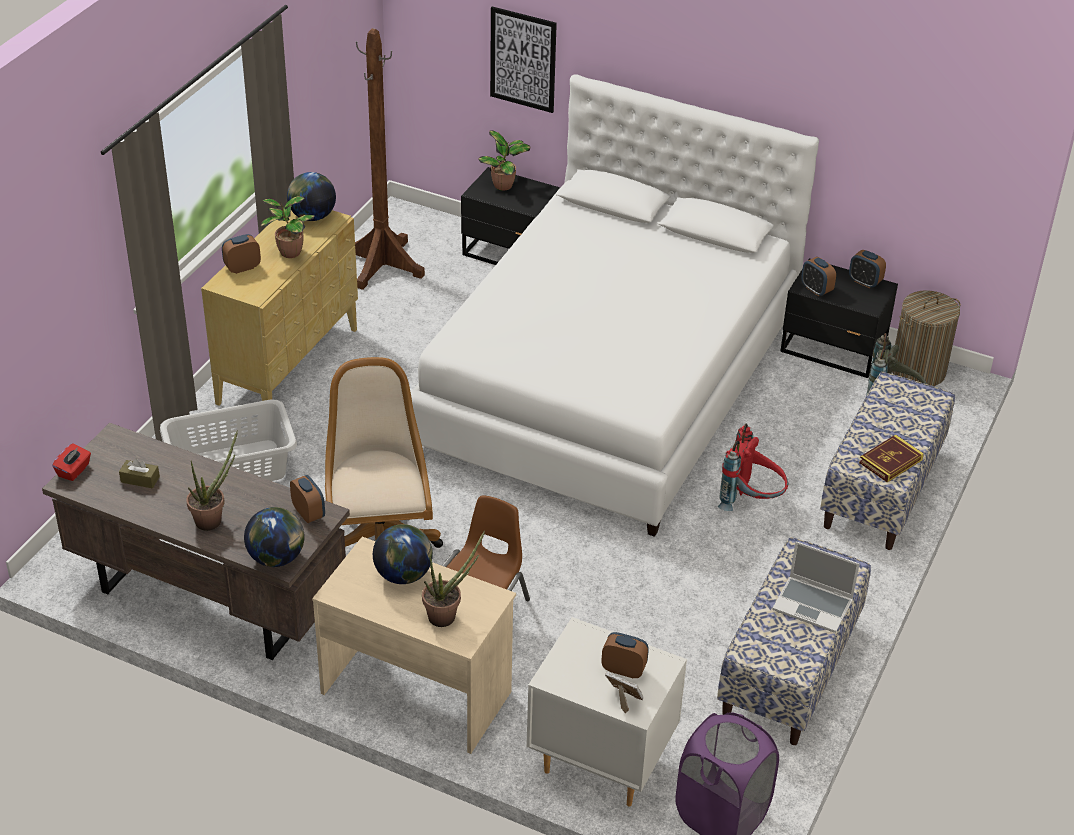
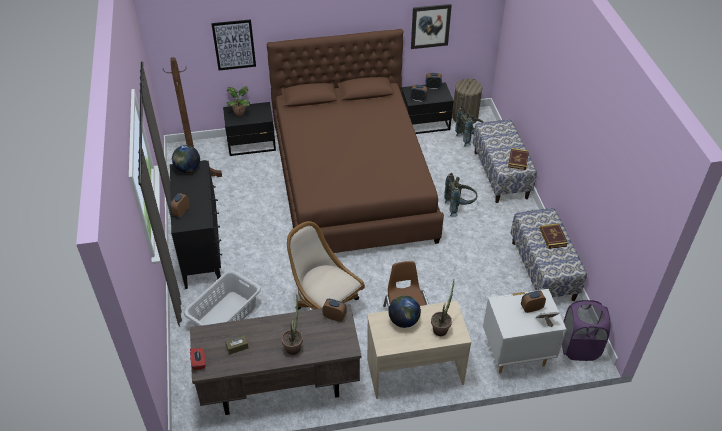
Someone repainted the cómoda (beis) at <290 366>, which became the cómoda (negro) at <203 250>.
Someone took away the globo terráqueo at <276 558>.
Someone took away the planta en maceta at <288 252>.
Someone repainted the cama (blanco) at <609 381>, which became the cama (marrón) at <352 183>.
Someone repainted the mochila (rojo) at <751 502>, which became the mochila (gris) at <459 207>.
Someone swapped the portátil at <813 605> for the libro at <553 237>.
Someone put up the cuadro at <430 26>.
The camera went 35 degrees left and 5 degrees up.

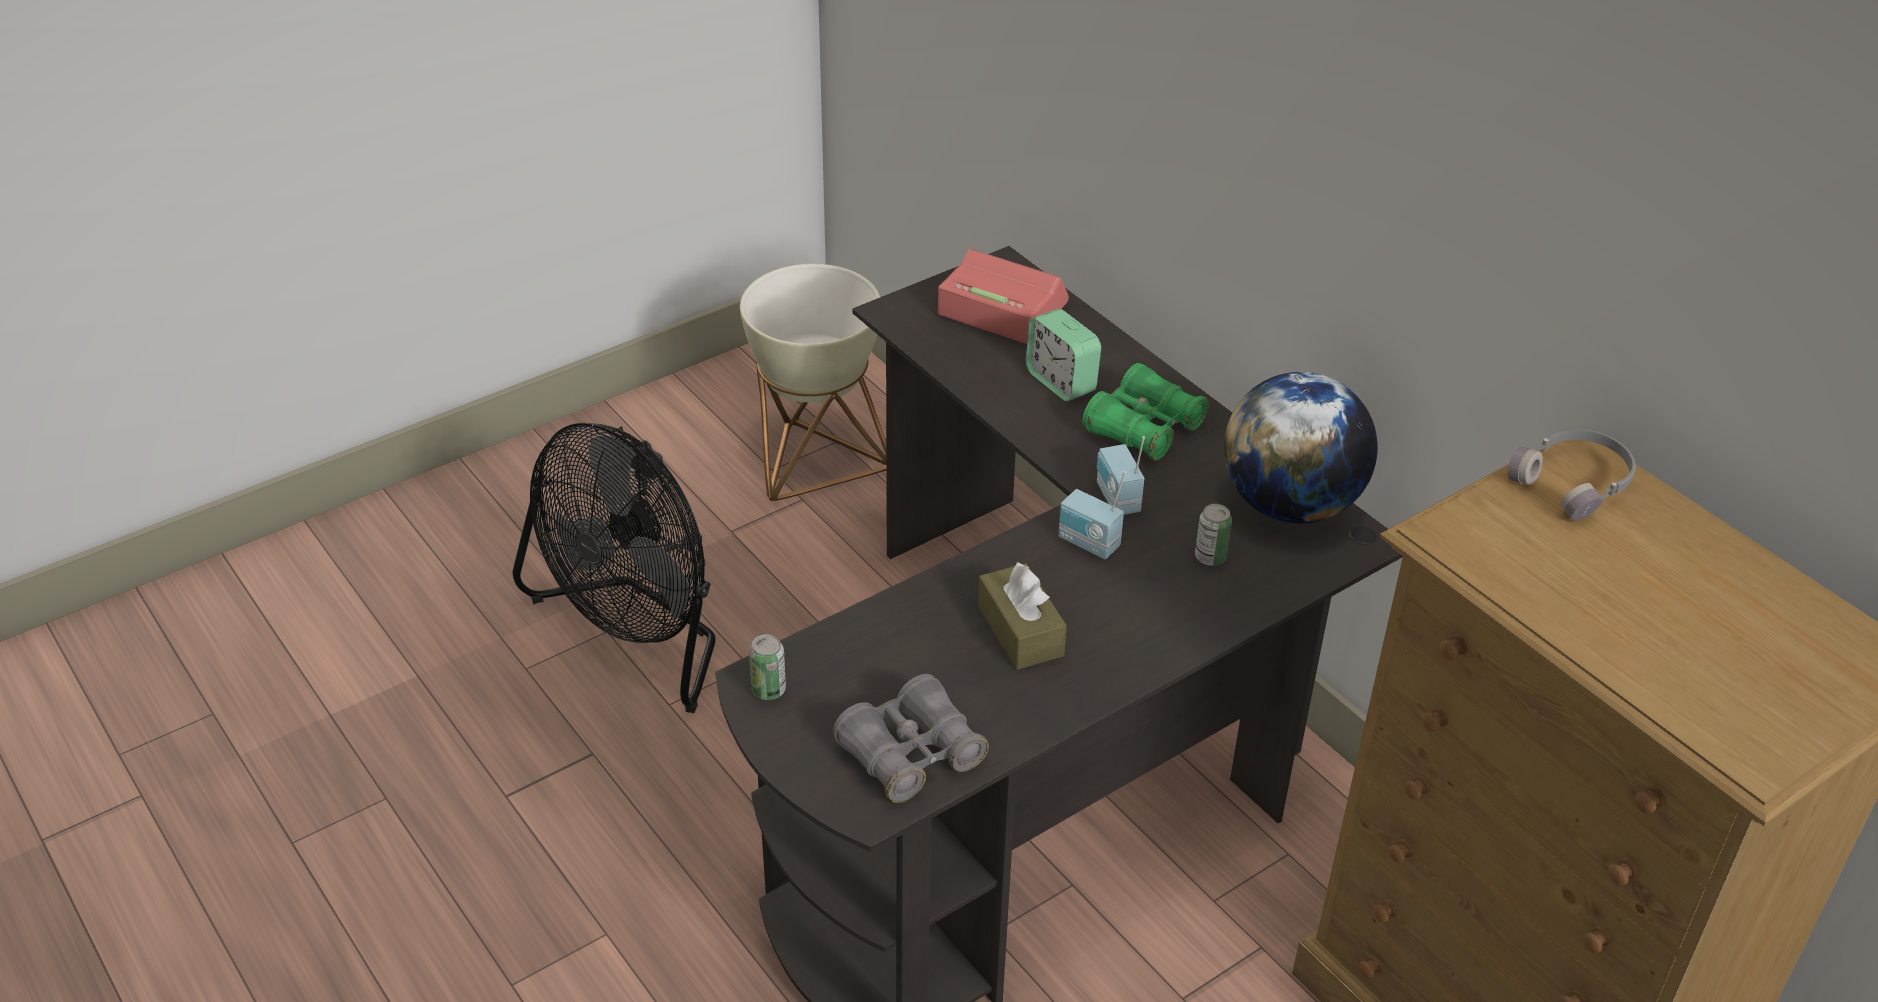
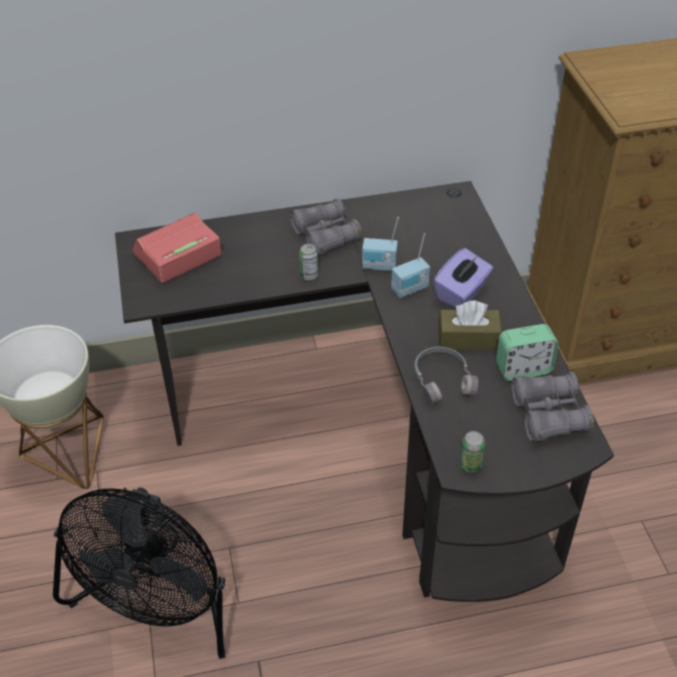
Someone rotated the ventilador (negro) at <641 624> by 45 degrees clockwise.
Someone carried the despertador from <1061 382> to <523 369>.
Someone repainted the prismáticos (verde) at <1143 428>, which became the prismáticos (gris) at <325 236>.
Someone carried the lata from <1210 557> to <309 275>.
Someone took away the globo terráqueo at <1290 505>.
Someone carried the auriculares (gris) from <1575 483> to <443 379>.
Someone put down the caja de pañuelos (morado) at <462 293>.
The camera went 65 degrees left and 5 degrees up.

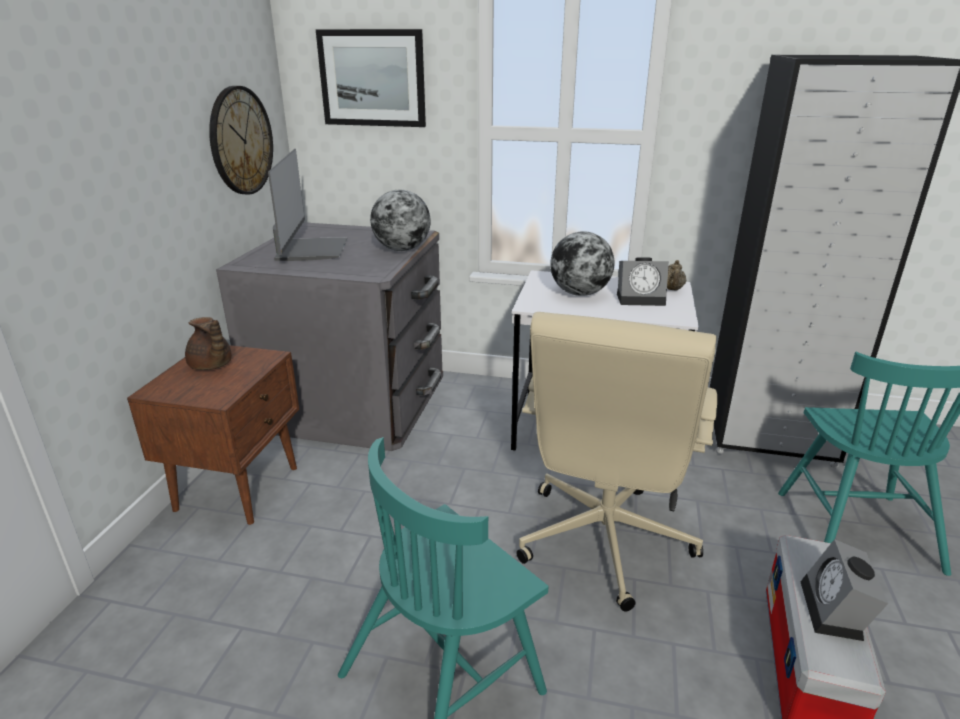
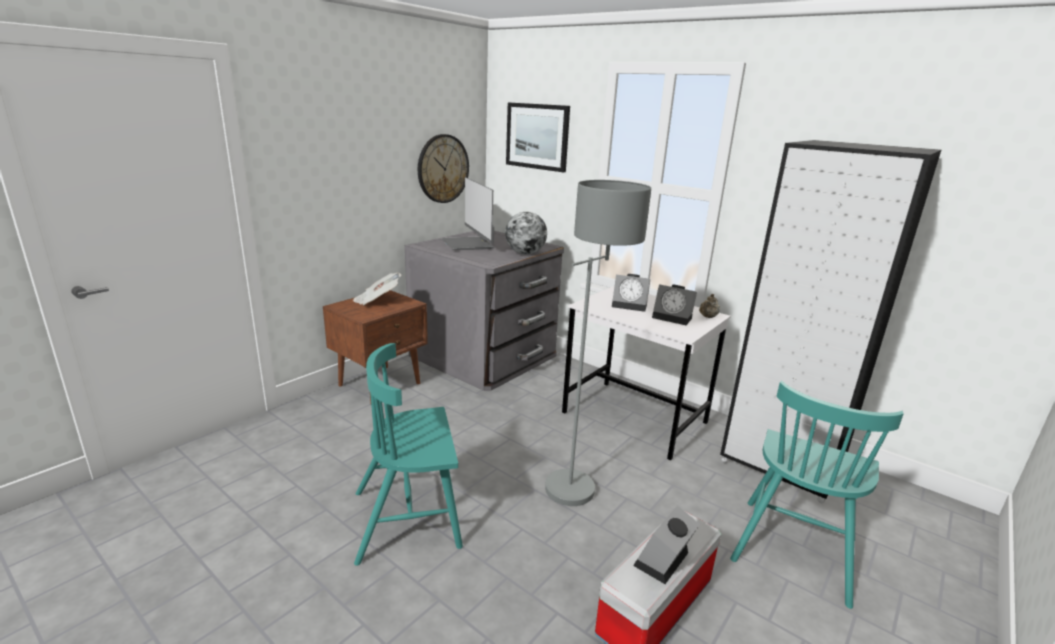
Someone swapped the tetera (marrón) at <211 366> for the periódico at <377 301>.
Someone rotated the monitor at <309 250> by 135 degrees clockwise.
Someone swapped the silla de oficina (beis) at <605 537> for the lámpara de pie (gris) at <579 483>.
Someone swapped the globo terráqueo at <579 293> for the despertador at <630 305>.
The camera went 25 degrees right and 5 degrees down.

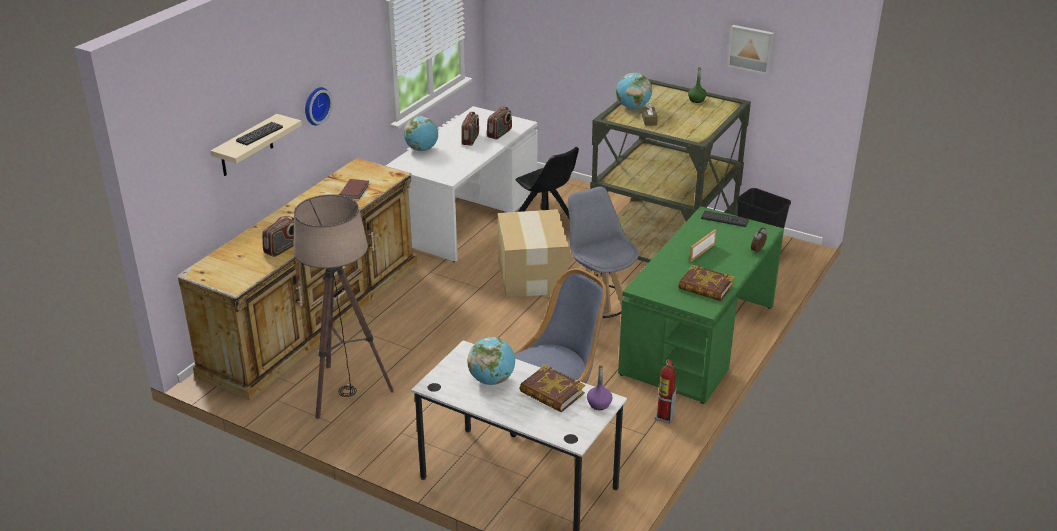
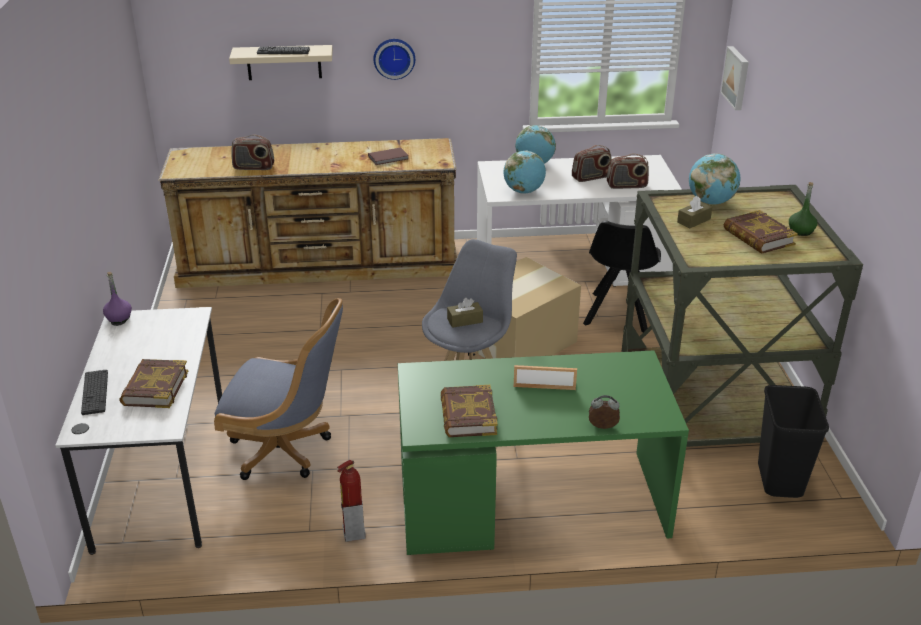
Someone took away the lámpara de pie at <346 391>.
Someone carried the globo terráqueo from <492 380> to <524 191>.
Someone carried the botella (morado) from <599 404> to <119 318>.
Someone carried the teclado from <724 219> to <95 392>.
Someone carried the cuadro from <751 48> to <737 77>.
Someone put down the caja de pañuelos (marrón) at <465 320>.
Someone put down the libro at <758 237>.
The camera went 55 degrees right and 0 degrees up.

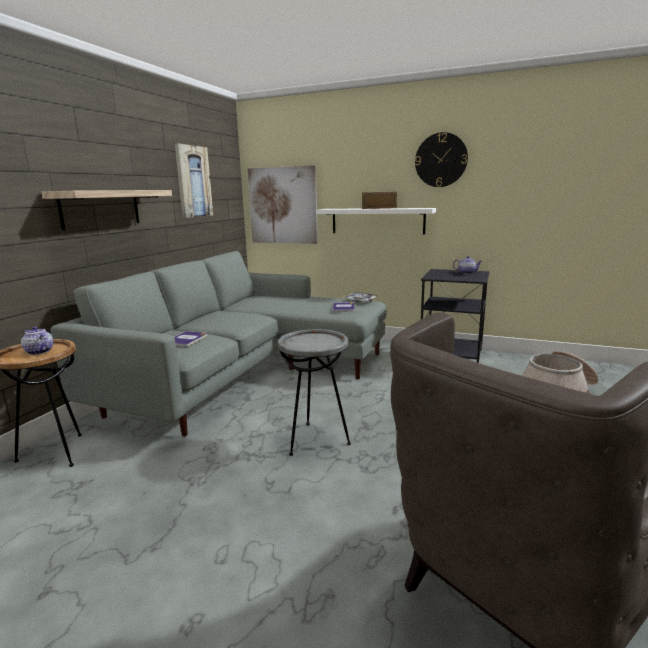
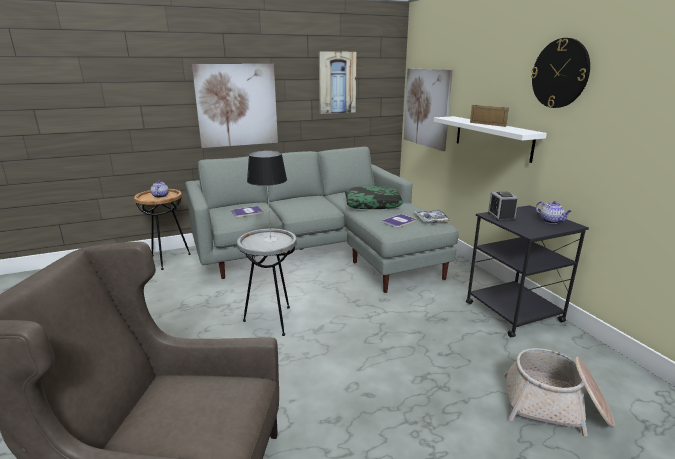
Someone swapped the estante at <101 208> for the cuadro at <237 105>.
Someone put down the lámpara de mesa at <270 239>.
Someone put down the cojín at <372 204>.
Someone put down the despertador at <501 216>.
The camera went 45 degrees right and 5 degrees up.

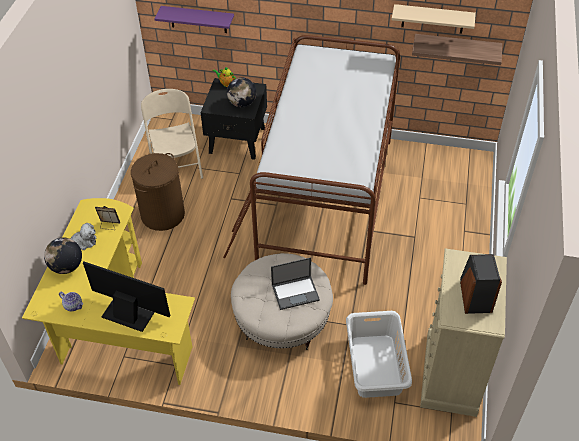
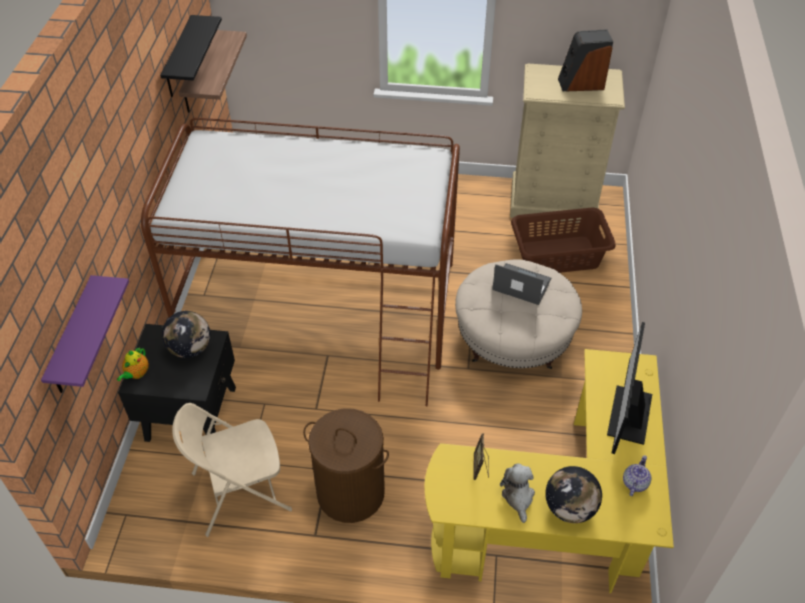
Someone rotated the portátil at <296 292> by 45 degrees counterclockwise.
Someone repainted the cesto de la ropa (blanco) at <375 366>, which became the cesto de la ropa (marrón) at <559 256>.
Someone repainted the estante (beis) at <433 19>, which became the estante (negro) at <179 58>.
The camera went 95 degrees left and 0 degrees up.

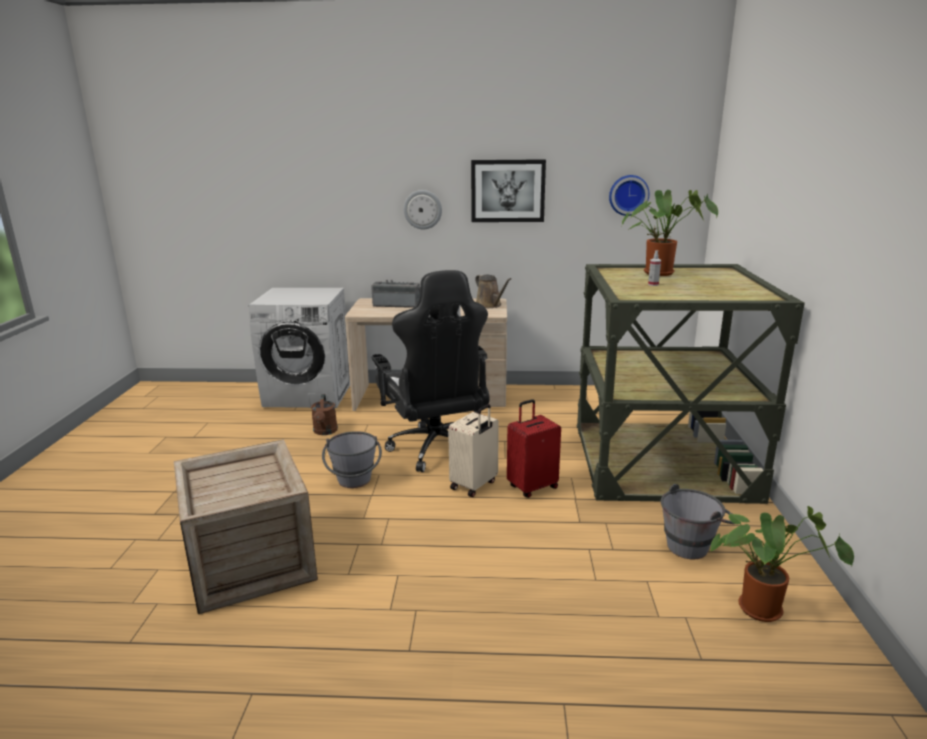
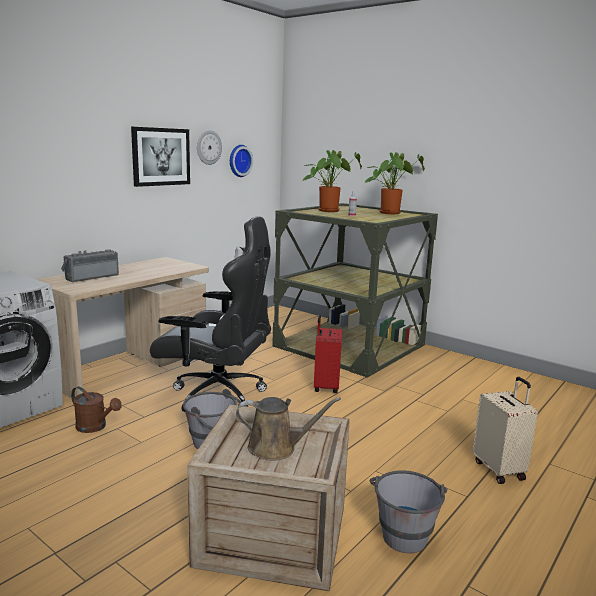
Someone carried the reloj de pared from <422 209> to <208 147>.
Someone carried the maleta (beis) from <474 485> to <499 470>.
Someone carried the regadera (marrón) from <490 305> to <277 448>.
Someone carried the cubo (gris) from <693 544> to <403 531>.
Someone carried the planta en maceta from <764 608> to <390 213>.
The camera went 55 degrees left and 5 degrees down.

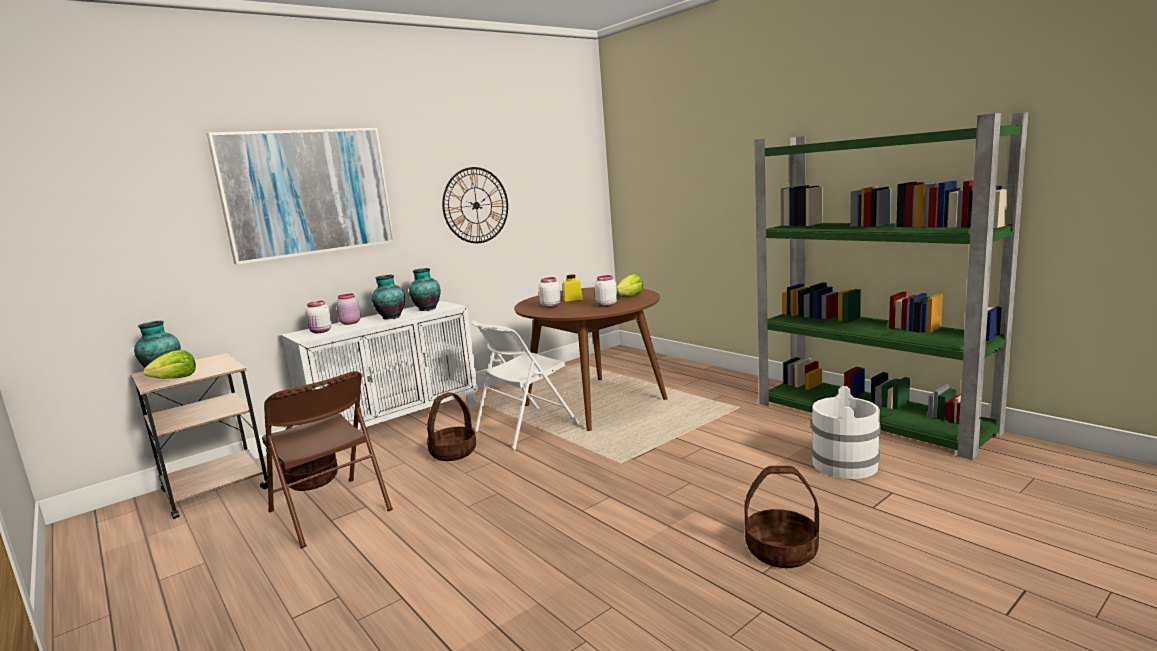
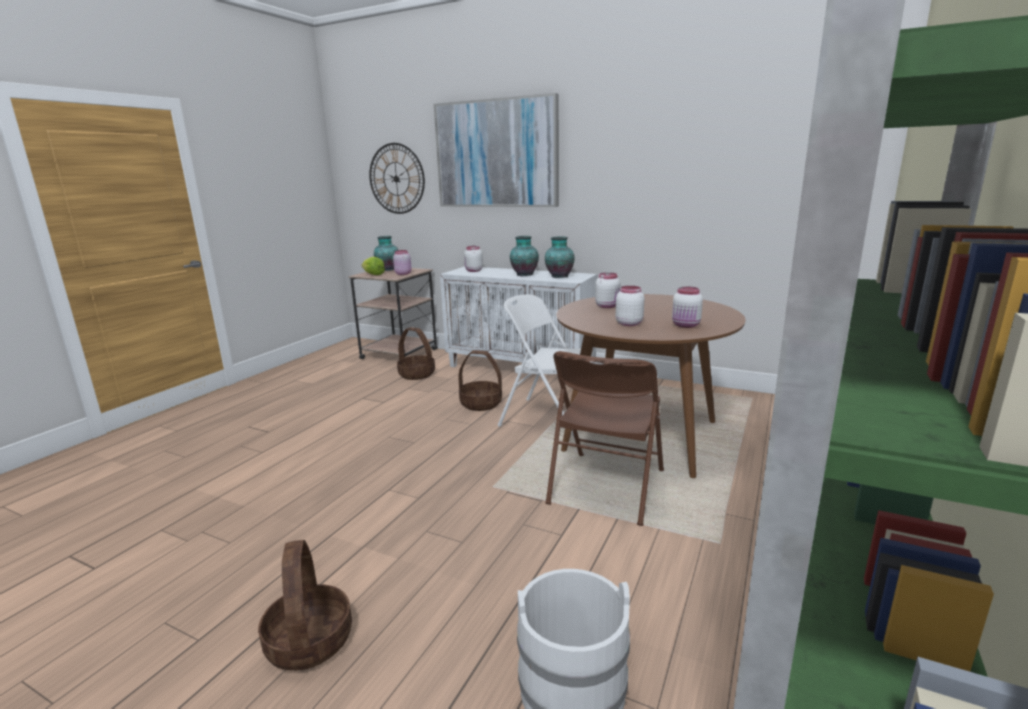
Someone carried the silla (marrón) from <329 511> to <606 486>.
Someone carried the tarro (rosa) from <350 323> to <403 274>.
Someone carried the reloj de pared from <476 205> to <396 179>.
Someone took away the tarro (amarillo) at <573 299>.
Someone swapped the lechuga at <630 296> for the tarro (blanco) at <686 325>.
The camera went 65 degrees right and 5 degrees up.

